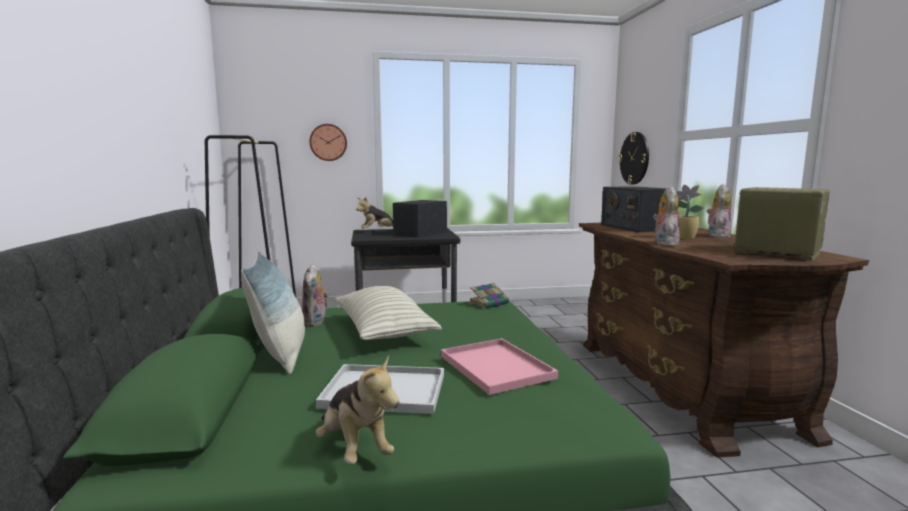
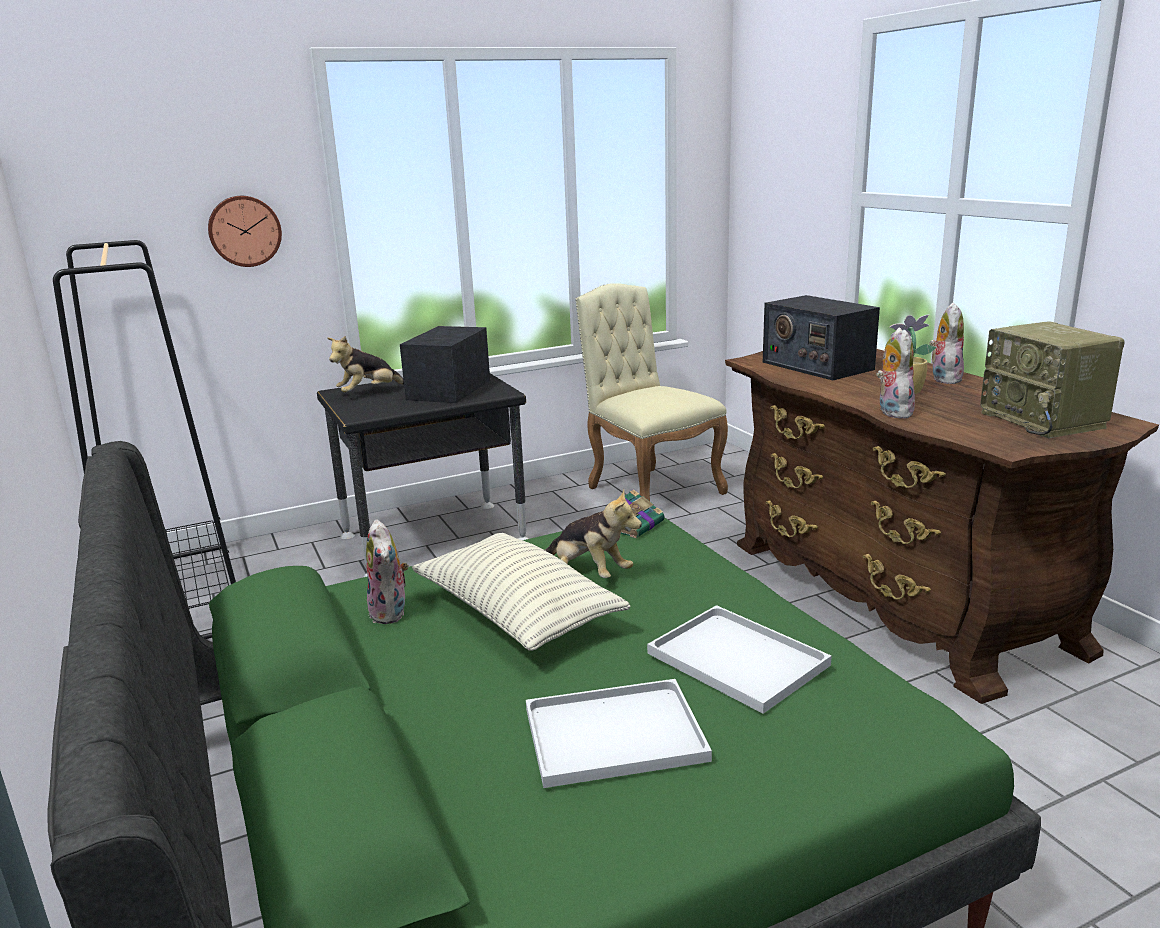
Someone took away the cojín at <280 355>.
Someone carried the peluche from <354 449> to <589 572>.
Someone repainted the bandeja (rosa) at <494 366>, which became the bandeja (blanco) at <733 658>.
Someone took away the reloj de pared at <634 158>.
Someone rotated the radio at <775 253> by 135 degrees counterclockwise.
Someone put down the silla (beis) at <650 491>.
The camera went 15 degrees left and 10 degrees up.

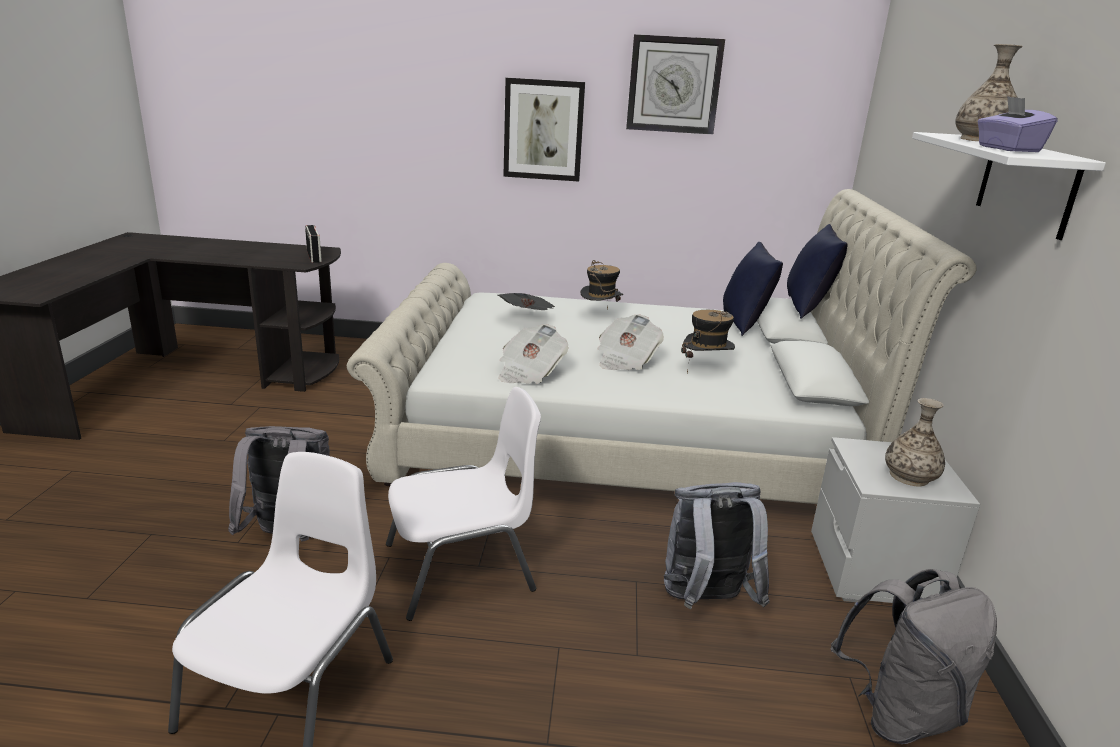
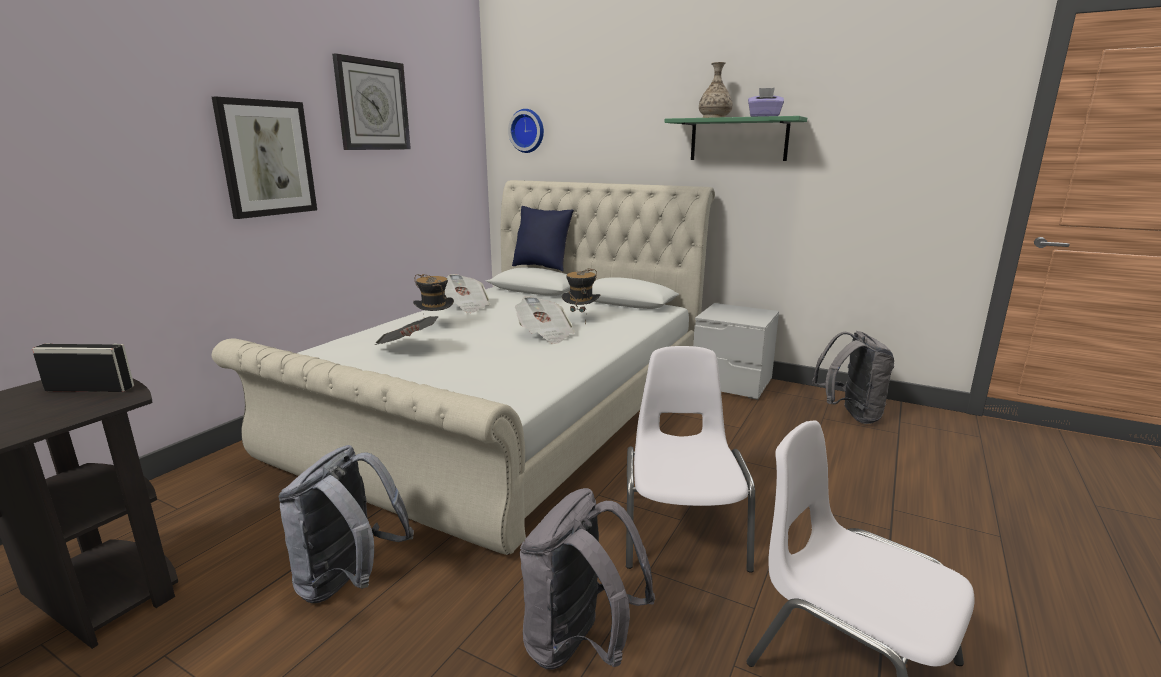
Someone carried the periódico from <529 373> to <465 306>.
Someone carried the mochila (gris) from <705 601> to <349 582>.
Someone took away the cojín (azul) at <745 323>.
Someone took away the florero at <909 476>.
Someone repainted the estante (blanco) at <1026 184>, which became the estante (verde) at <738 139>.
Someone put up the reloj de pared at <528 131>.
The camera went 65 degrees left and 5 degrees down.

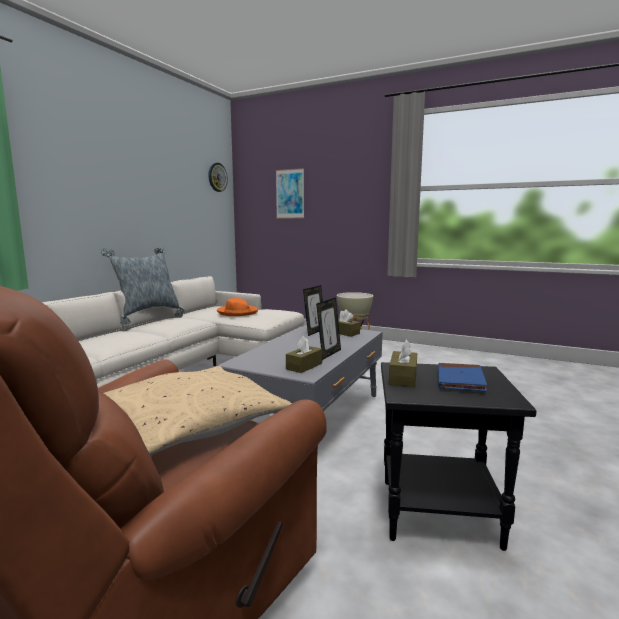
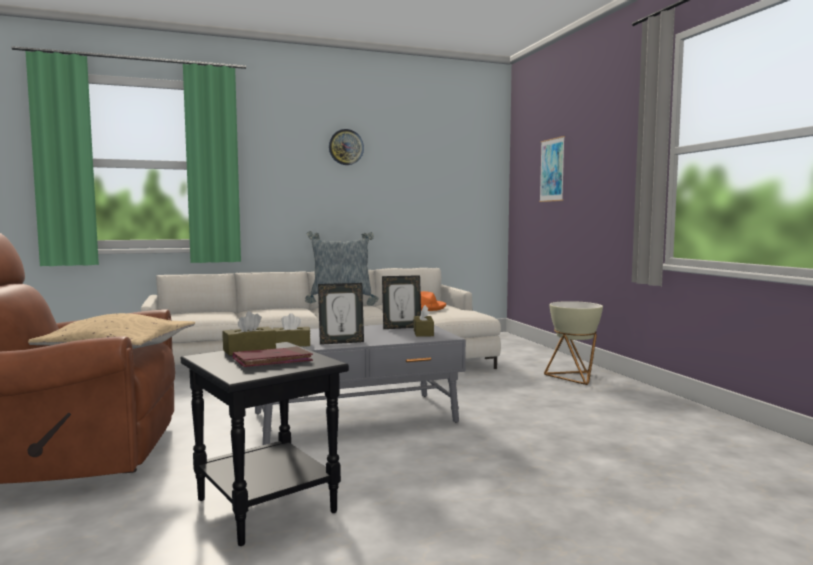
Someone carried the reloj de pared from <217 177> to <346 147>.
Someone repainted the libro (azul) at <460 380>, which became the libro (rojo) at <272 361>.
The camera went 45 degrees right and 5 degrees down.

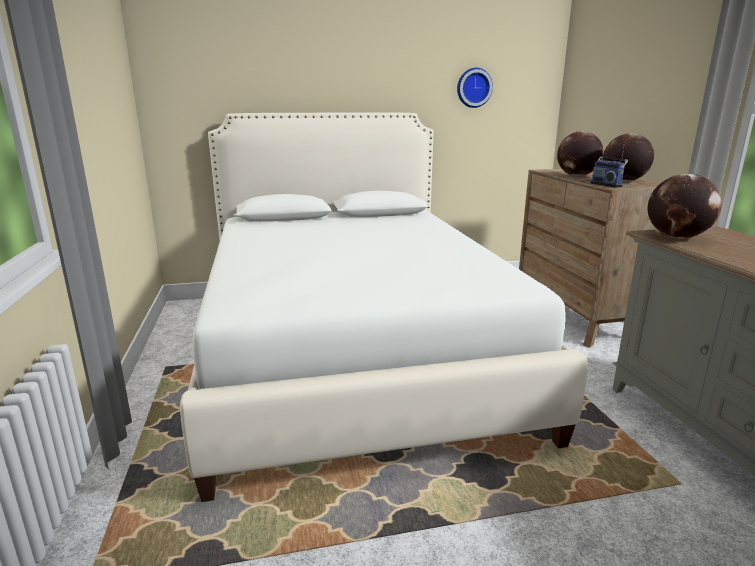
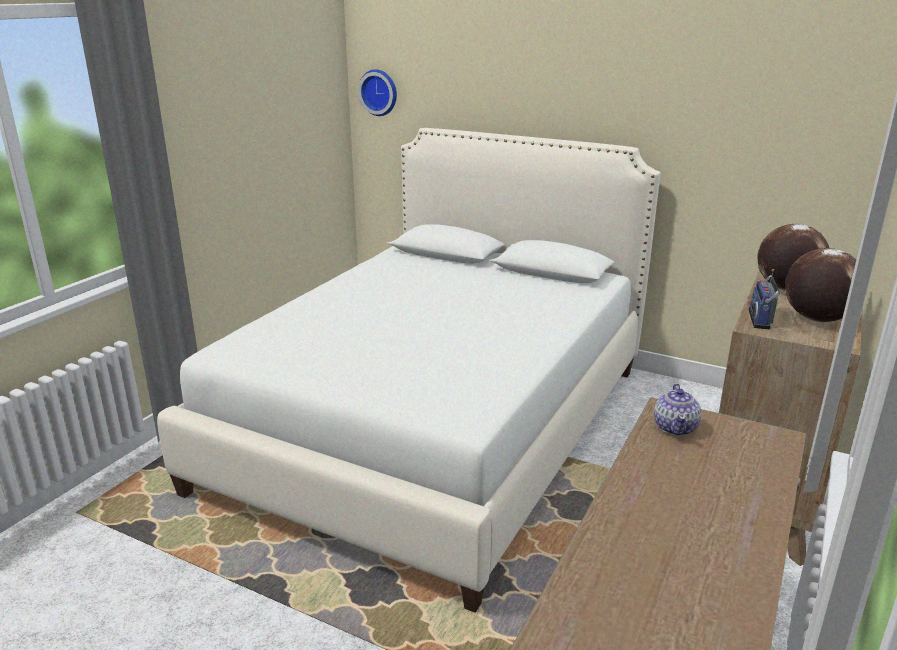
Someone carried the reloj de pared from <473 88> to <379 92>.
Someone swapped the globo terráqueo at <677 237> for the tetera at <675 427>.
The camera went 40 degrees right and 5 degrees up.

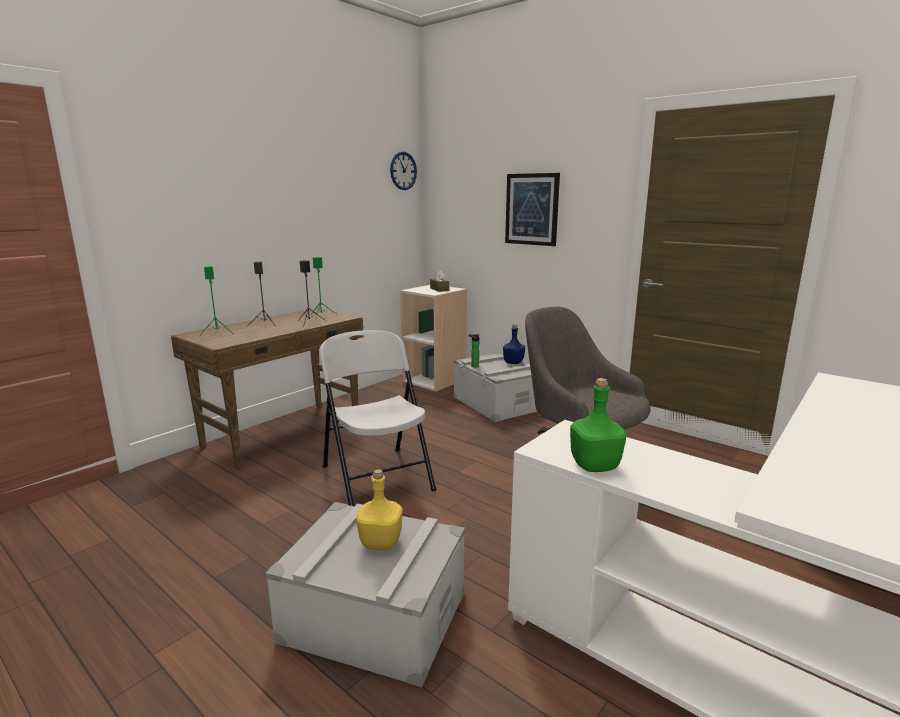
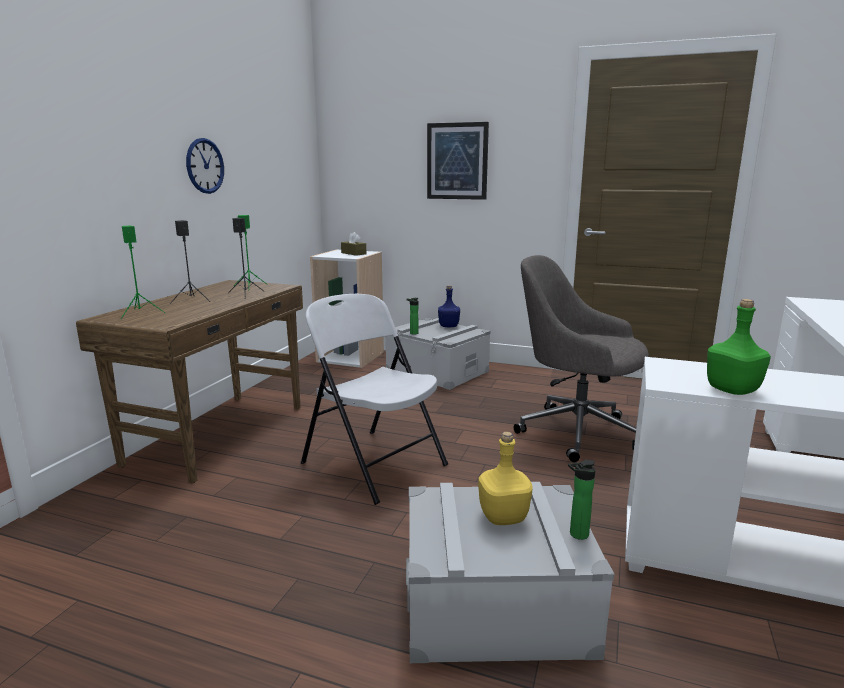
Someone carried the reloj de pared from <403 171> to <205 166>.
Someone put down the botella at <576 535>.
The camera went 20 degrees left and 0 degrees up.

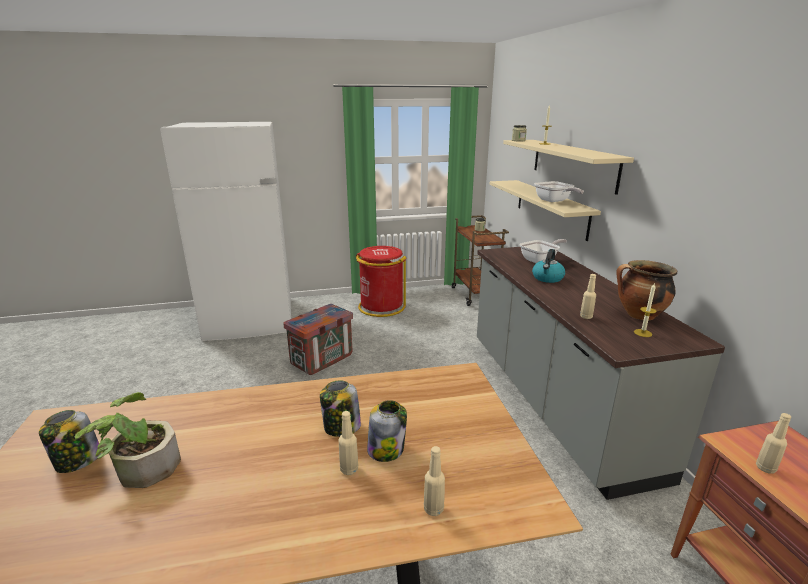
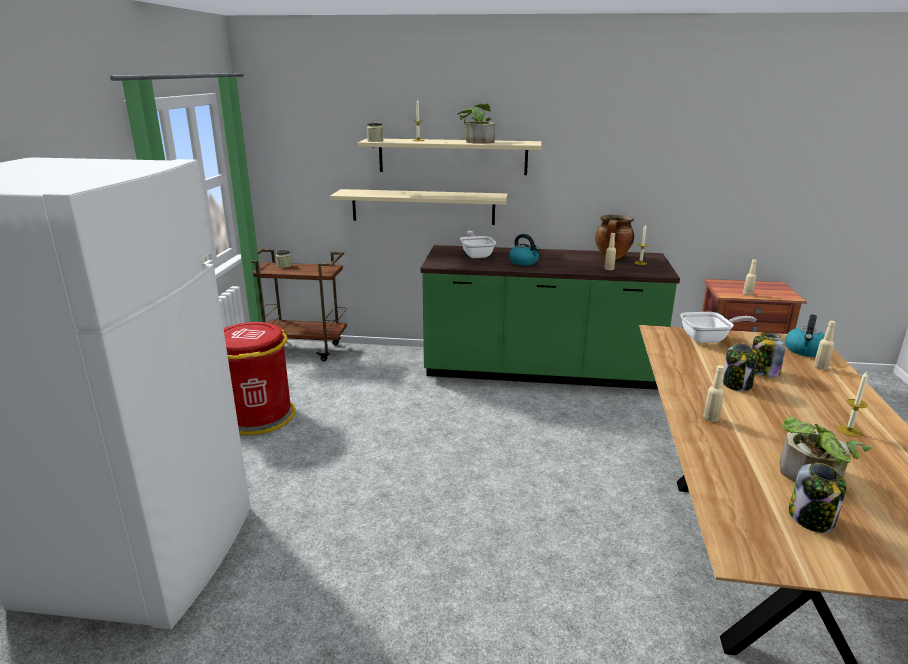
Someone took away the caja de embalaje at <321 360>.
Someone carried the botella (beis) from <349 469> to <711 418>.
Someone repainted the mueble bajo de cocina (gris) at <554 402>, which became the mueble bajo de cocina (verde) at <539 372>.
Someone carried the sartén from <554 201> to <708 339>.
Someone put down the planta en maceta at <476 141>.
Someone put down the hervidor at <805 350>.
Someone put down the vela at <849 431>.
The camera went 70 degrees left and 0 degrees up.

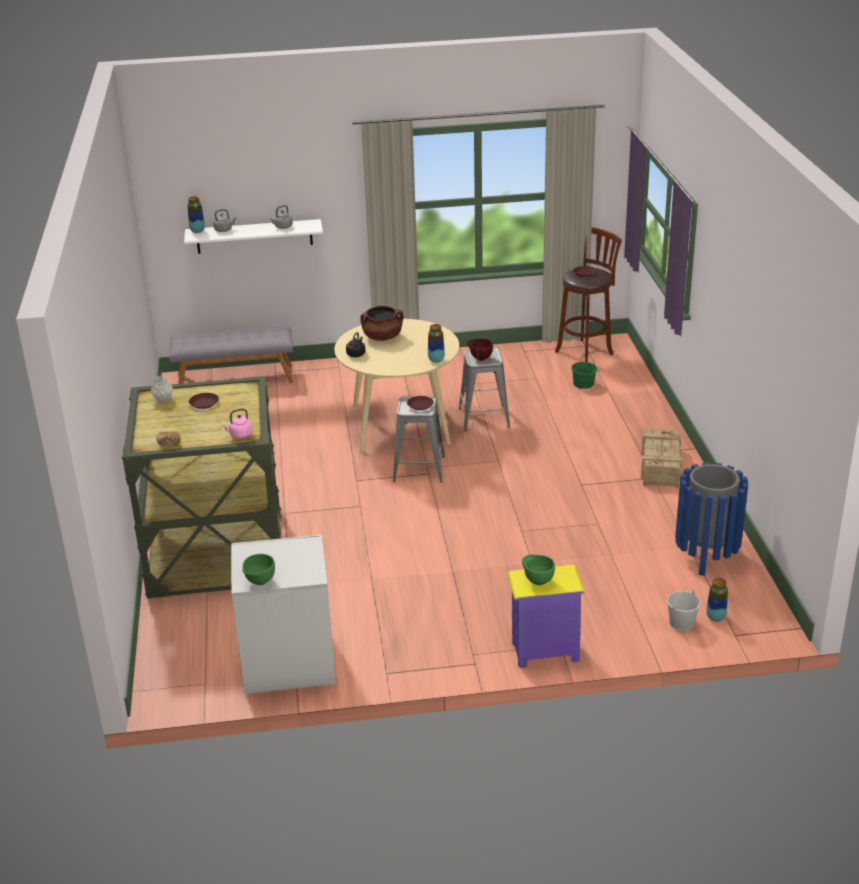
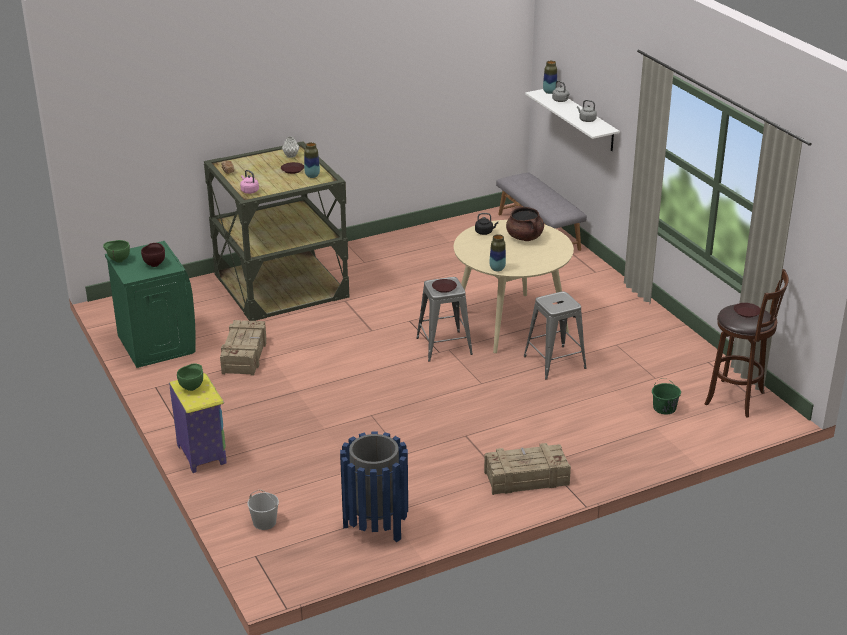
Someone repainted the lavadora (blanco) at <288 663>, which became the lavadora (verde) at <156 345>.
Someone carried the cuenco (marrón) from <480 358> to <155 264>.
Someone carried the florero from <715 617> to <312 176>.
Someone put down the caja de embalaje at <245 355>.
The camera went 70 degrees right and 0 degrees up.

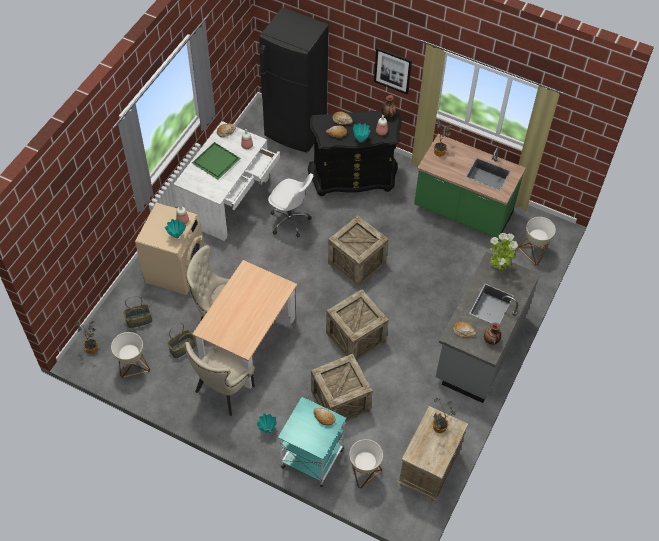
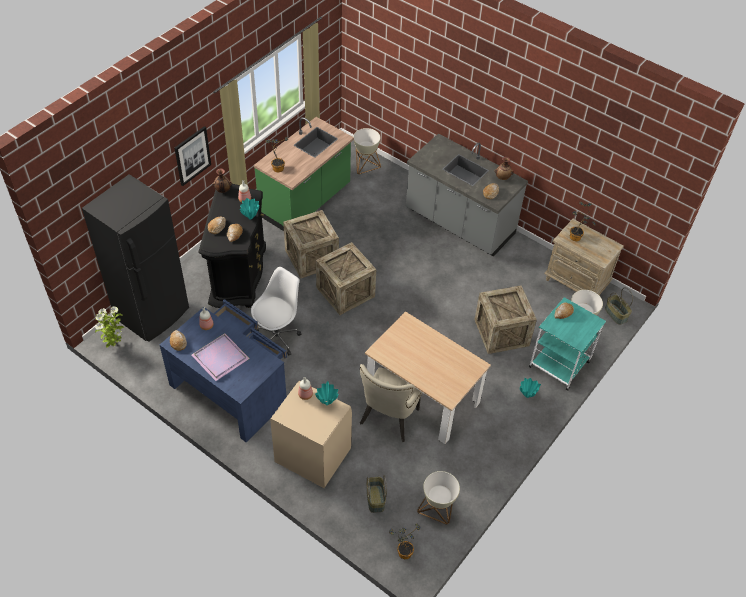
Someone carried the cesta from <182 348> to <616 314>.
Someone repainted the escritorio (blanco) at <230 200>, which became the escritorio (azul) at <231 388>.
Someone took away the silla (beis) at <224 390>.
Someone repainted the bandeja (verde) at <216 162>, which became the bandeja (morado) at <221 357>.
Someone carried the caja de embalaje from <355 337> to <311 257>.
Someone carried the planta en maceta from <498 268> to <114 344>.
The camera went 80 degrees left and 5 degrees down.

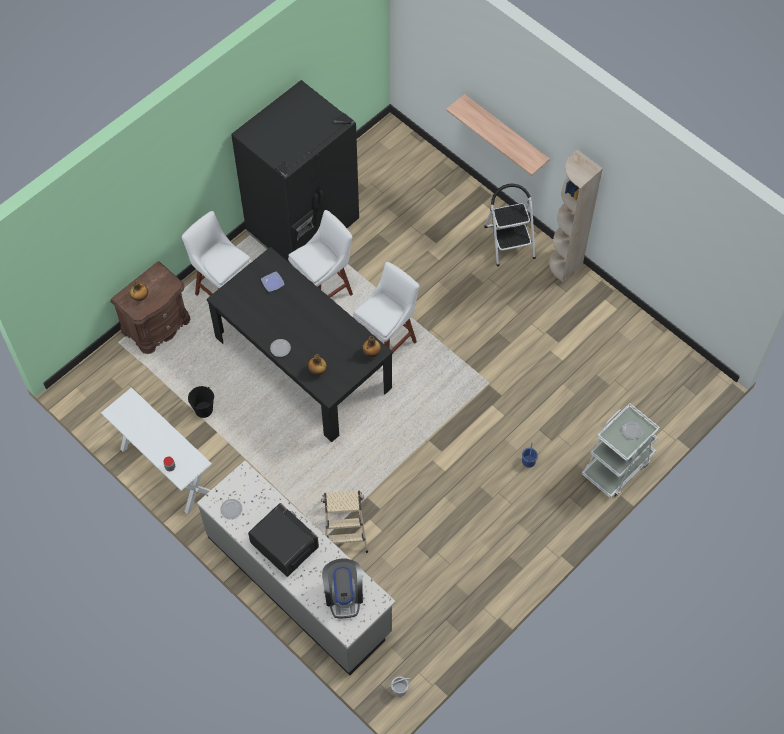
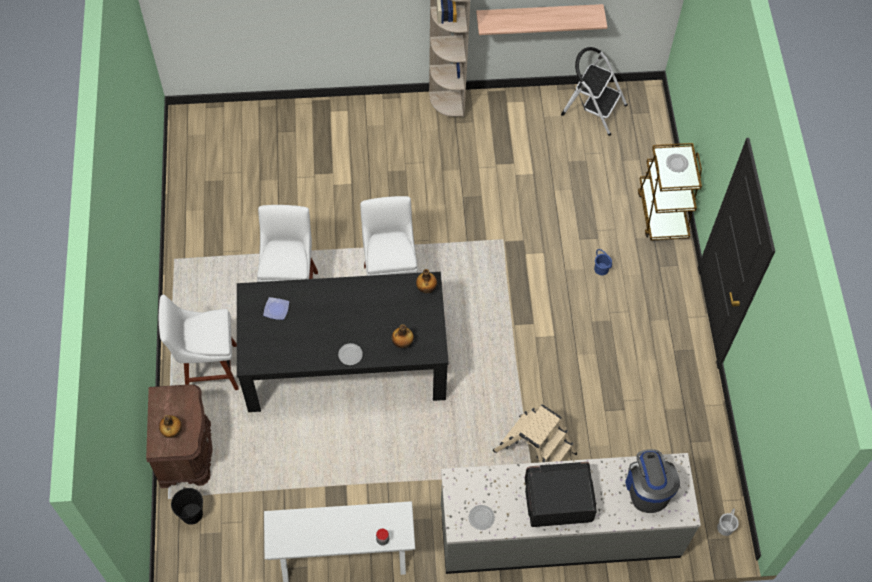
Someone carried the cubo (negro) from <203 410> to <191 514>.
Someone took away the nevera (negro) at <303 226>.
Someone rotated the cafetera at <344 594> by 135 degrees counterclockwise.
Someone carried the estante from <505 132> to <539 15>.
Someone carried the escalera de tijera from <509 241> to <592 109>.
Someone repainted the carrito (blanco) at <617 466>, which became the carrito (marrón) at <662 213>.
The camera went 50 degrees left and 0 degrees up.

